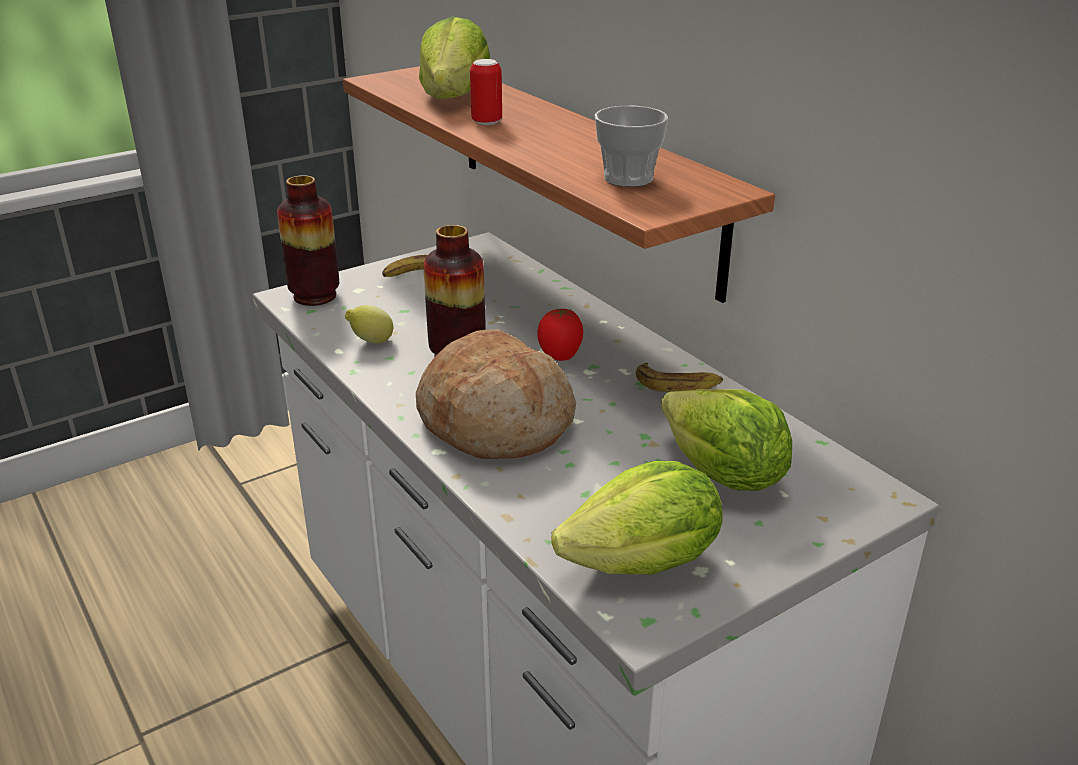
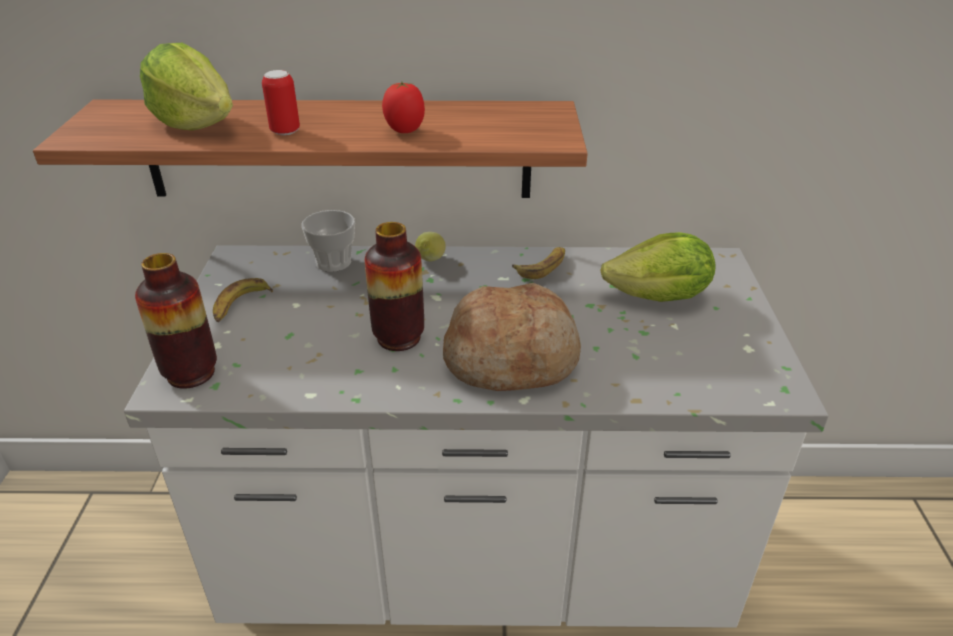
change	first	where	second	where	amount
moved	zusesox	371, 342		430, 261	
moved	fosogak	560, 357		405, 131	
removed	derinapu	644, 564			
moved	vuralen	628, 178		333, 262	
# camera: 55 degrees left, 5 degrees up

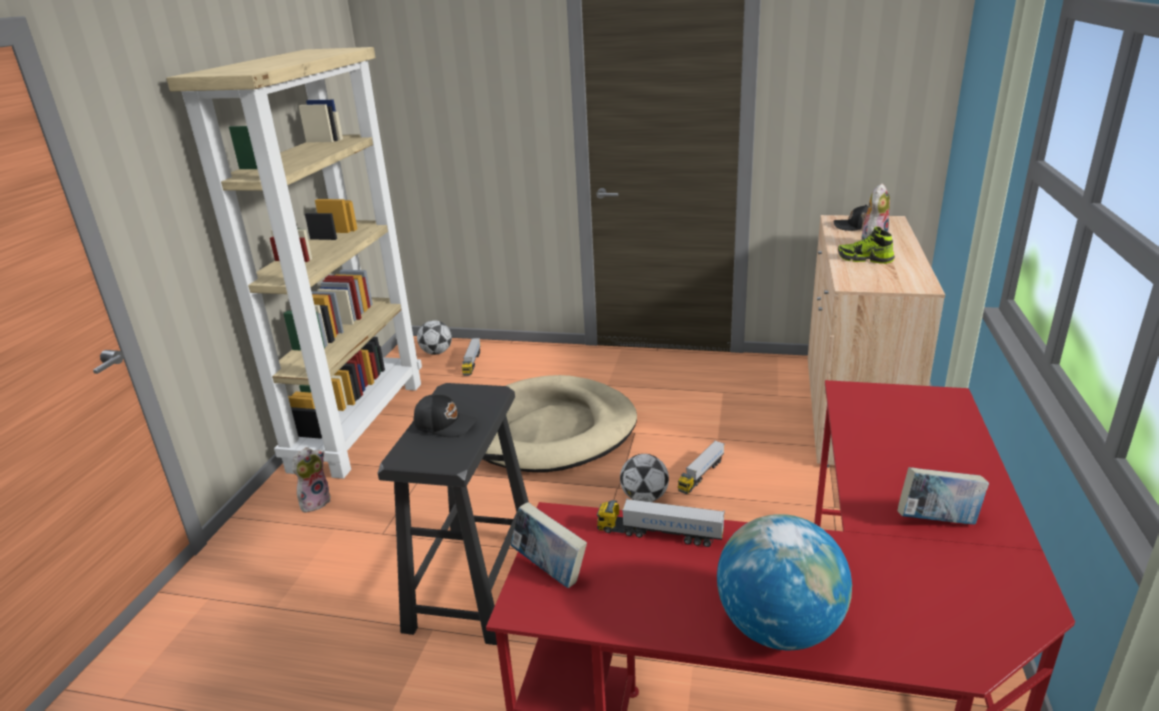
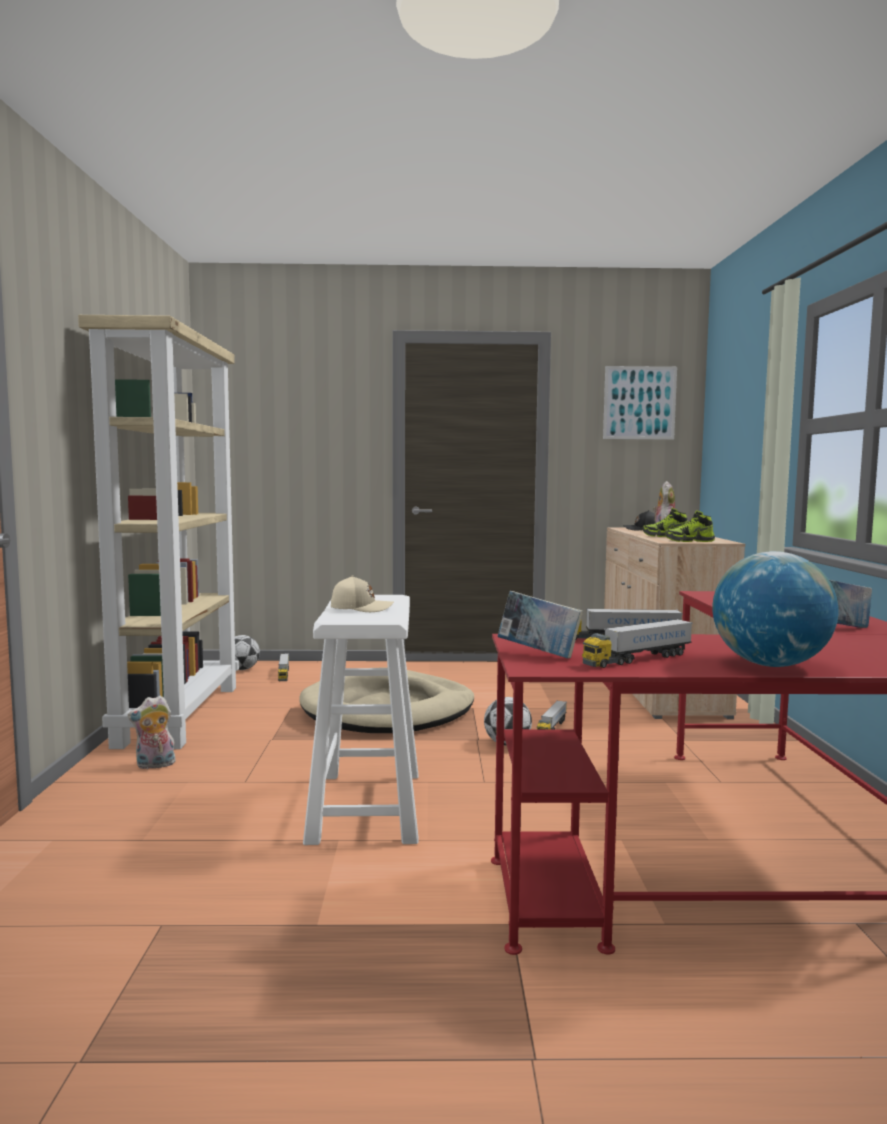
change	first	where	second	where	amount
turned	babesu	315, 501		154, 765	135 degrees counterclockwise
recoloured	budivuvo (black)	474, 583	budivuvo (white)	367, 806	
recoloured	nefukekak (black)	445, 424	nefukekak (beige)	361, 608	
added			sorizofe	637, 659	
added			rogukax	639, 403	
added			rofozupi	689, 541	
# camera: 15 degrees left, 20 degrees down

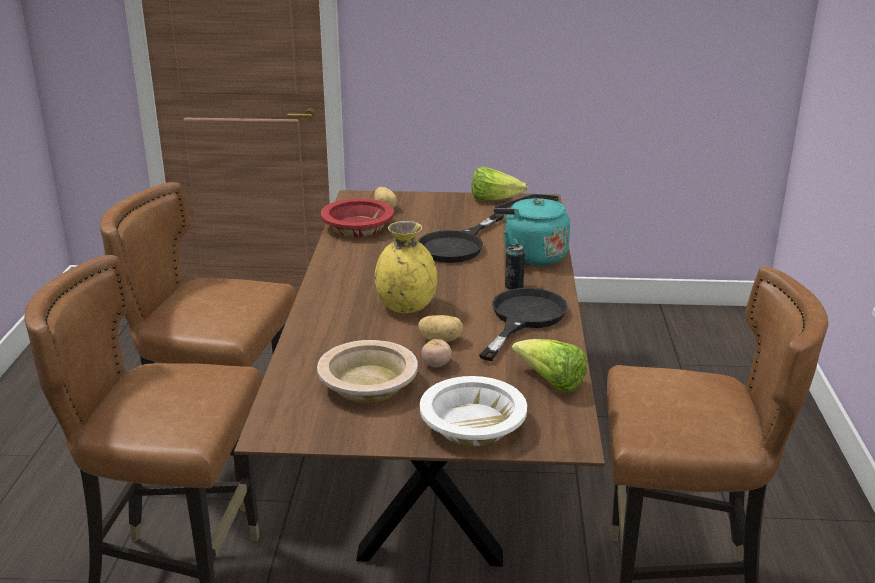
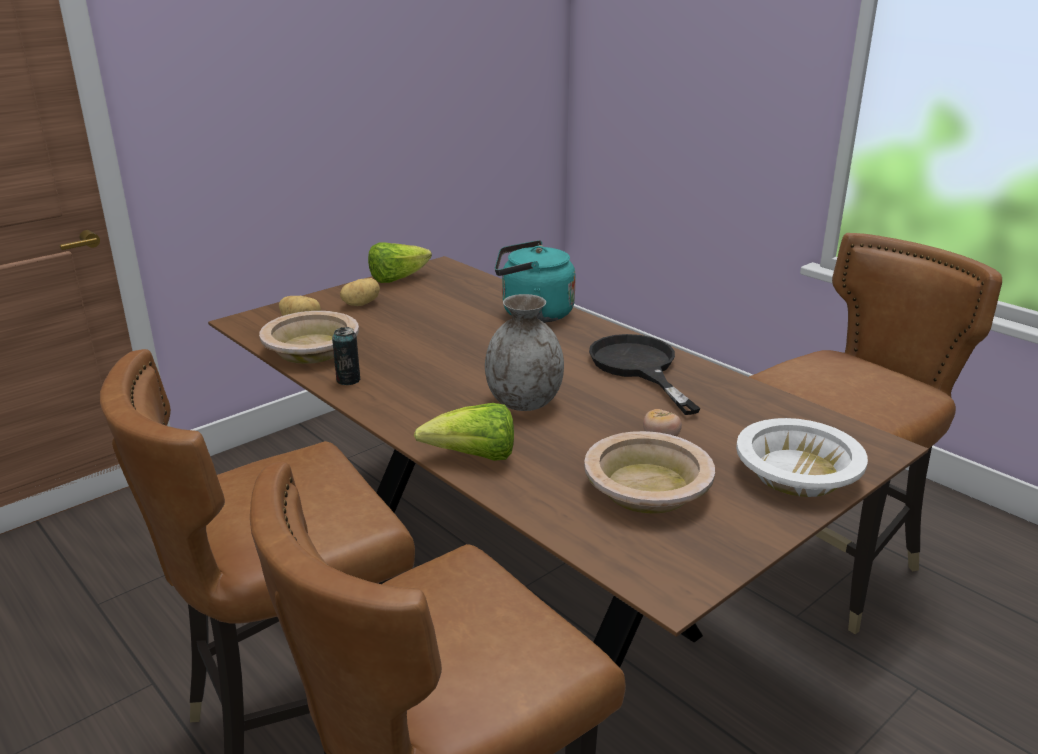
change	first	where	second	where	amount
recoloured	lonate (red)	357, 227	lonate (beige)	311, 350	
recoloured	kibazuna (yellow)	405, 306	kibazuna (grey)	523, 402	
removed	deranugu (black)	457, 245			
moved	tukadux	441, 340		361, 304	
moved	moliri	514, 286		348, 380	
moved	derinapu	551, 382		474, 457	
# camera: 45 degrees left, 0 degrees up

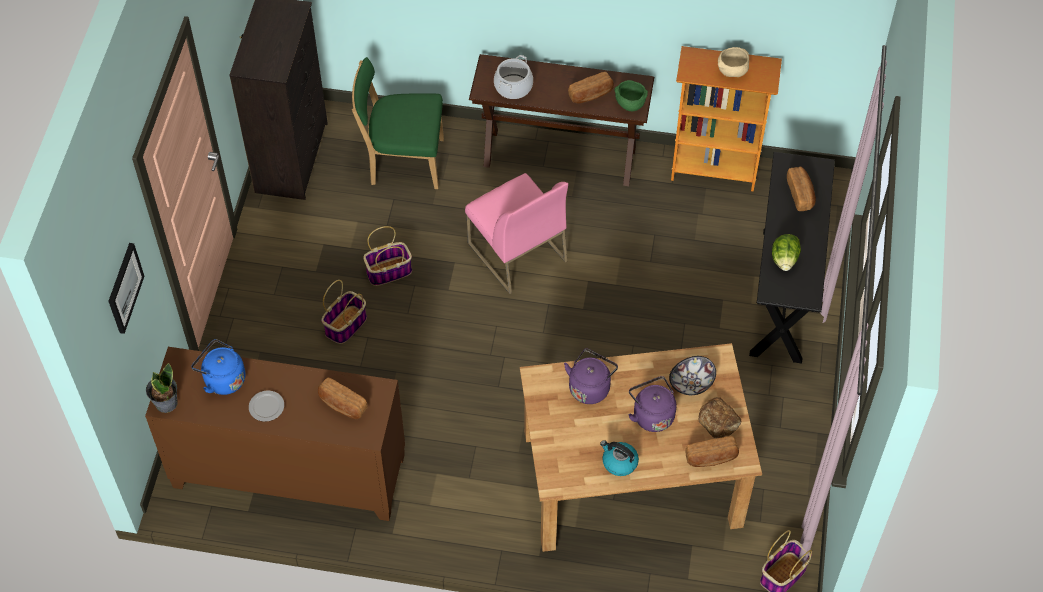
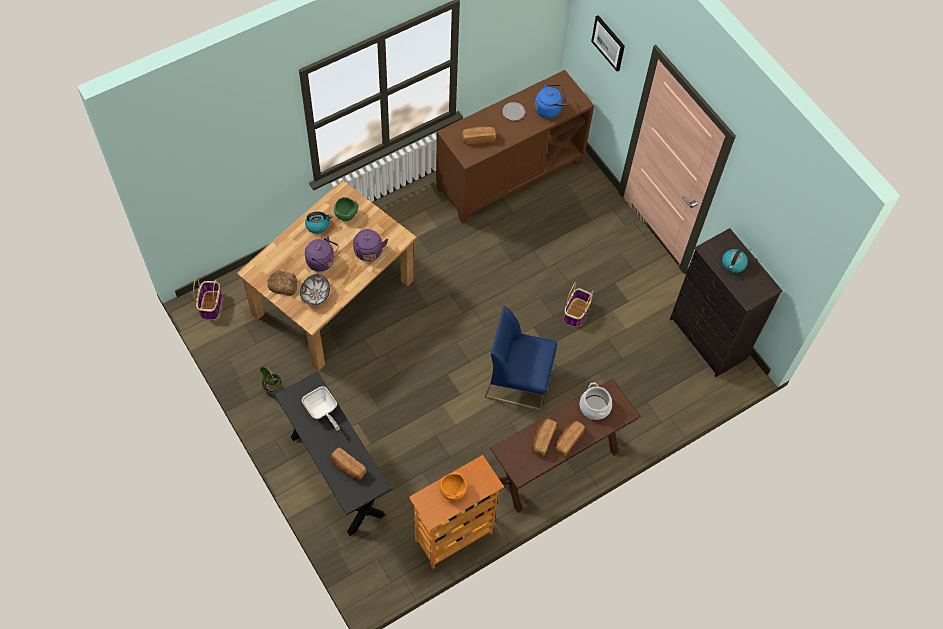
change	first	where	second	where	amount
moved	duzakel	166, 403		273, 390	
removed	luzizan	345, 326			
removed	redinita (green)	403, 162			
recoloured	redinita (pink)	516, 252	redinita (blue)	519, 380	
moved	lonate (green)	629, 104		346, 214	
moved	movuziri	711, 458		567, 440	
recoloured	lonate (beige)	732, 72	lonate (orange)	452, 490	
replaced	derinapu	784, 260	deranugu	322, 411	
added			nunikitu	733, 264	
# camera: 135 degrees right, 5 degrees up

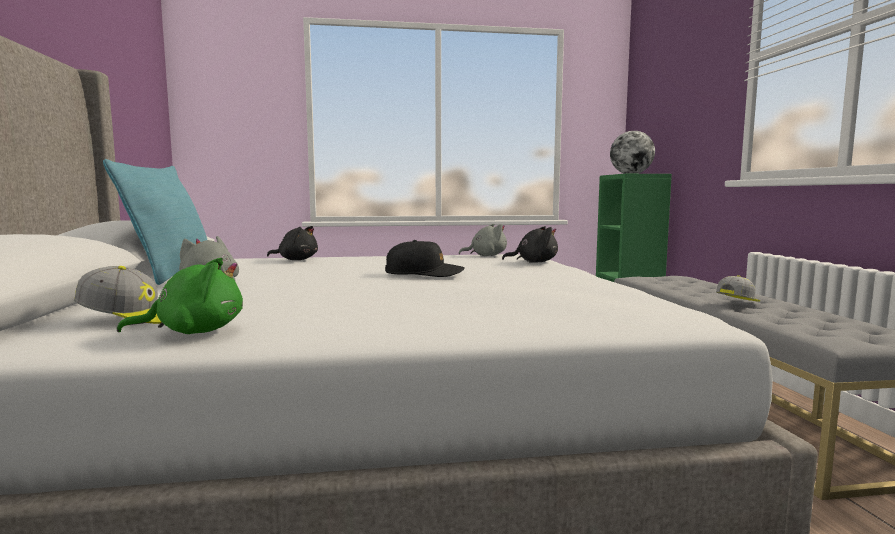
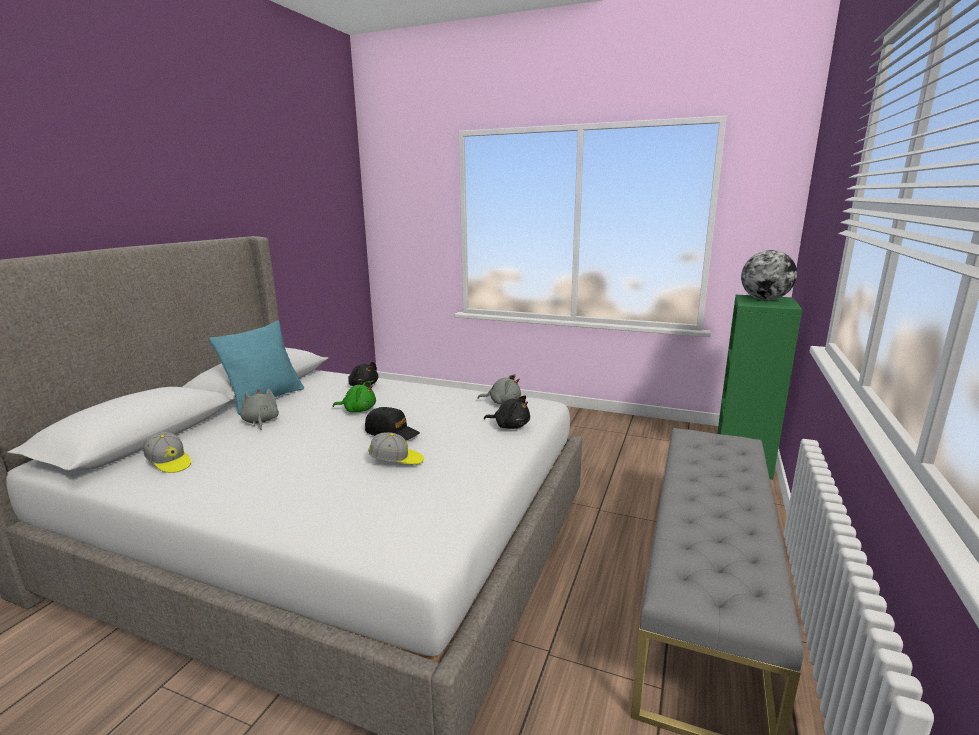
change	first	where	second	where	amount
moved	babesu (green)	194, 332		358, 410	
moved	nefukekak	738, 303		396, 461	
# camera: 30 degrees right, 10 degrees up

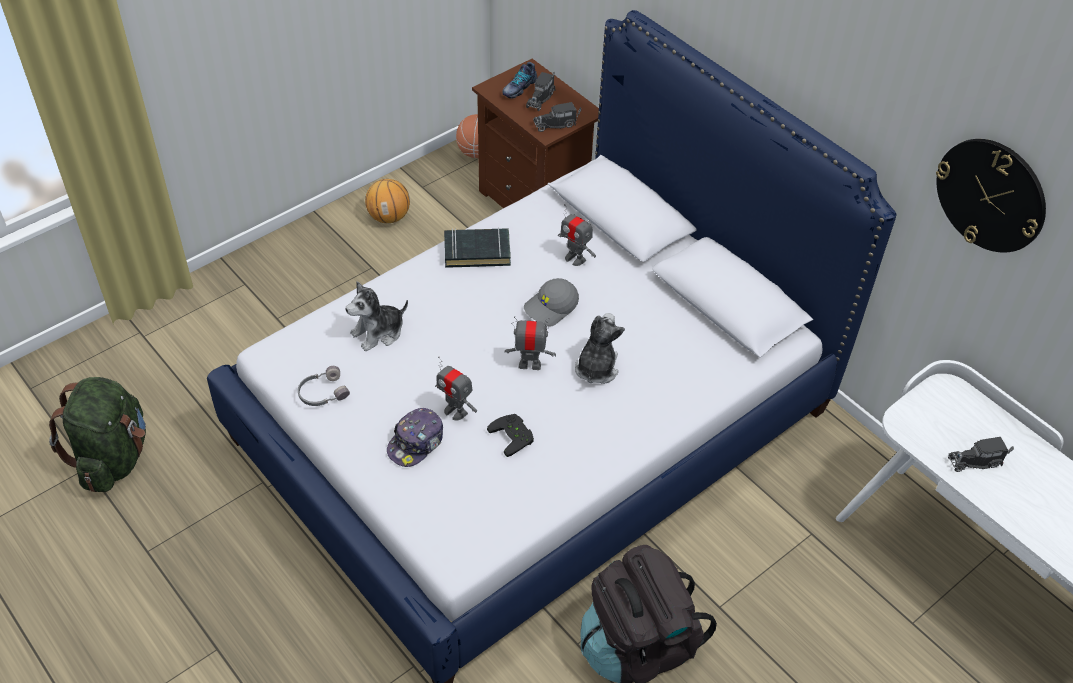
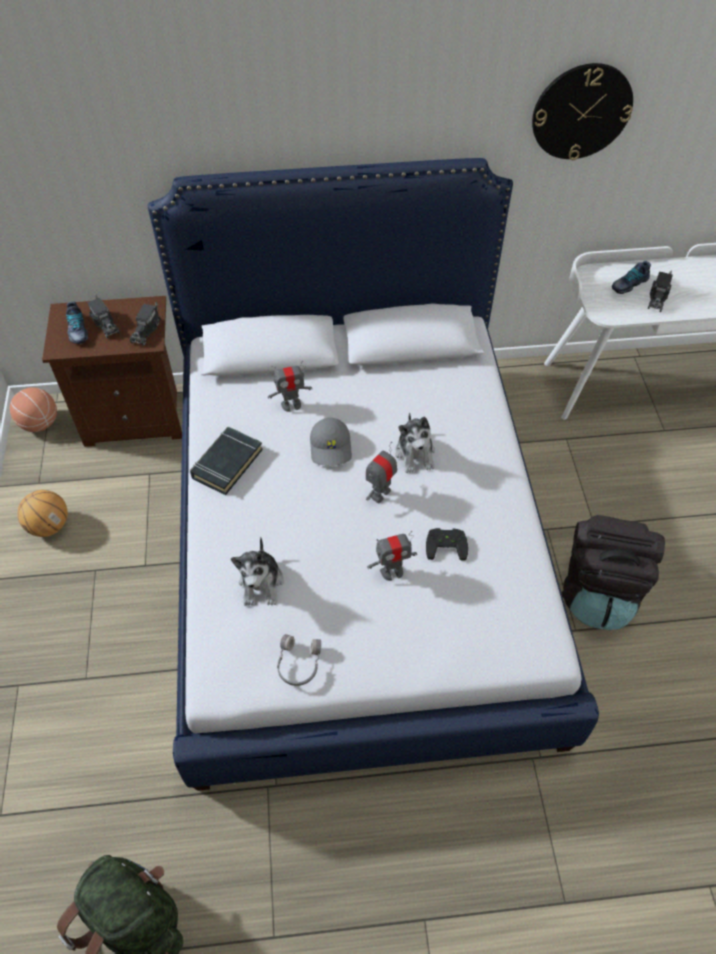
change	first	where	second	where	amount
removed	nefukekak	416, 443			
turned	babesu	596, 368		415, 453	150 degrees counterclockwise
added			rofozupi	629, 284	
# camera: 55 degrees left, 5 degrees up

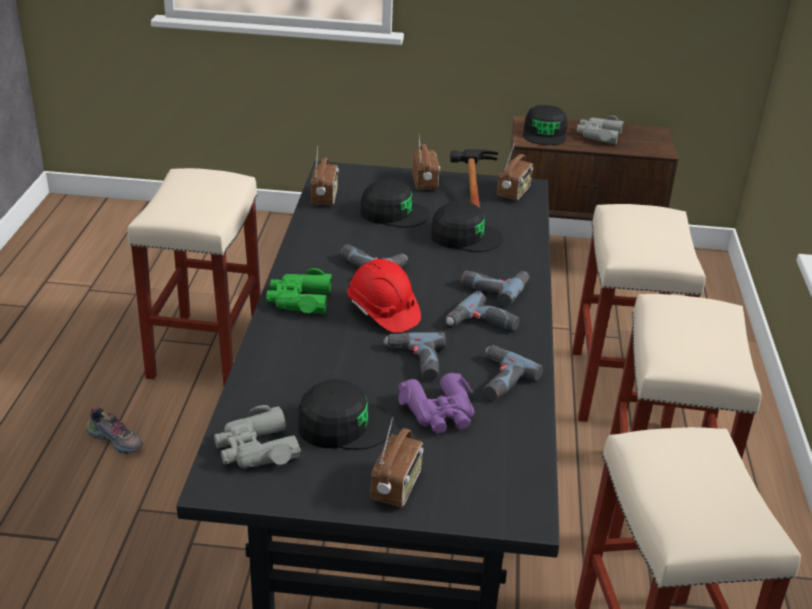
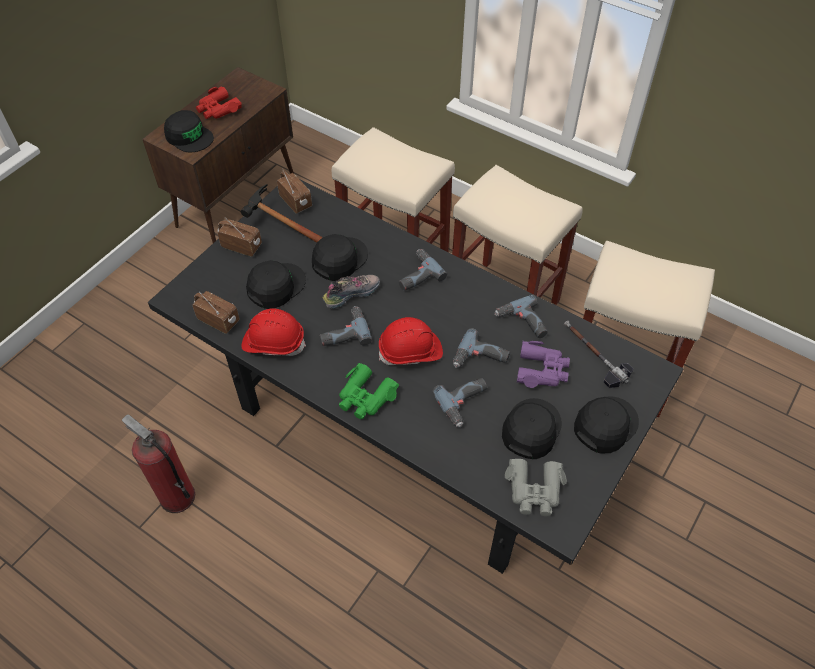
change	first	where	second	where	amount
moved	rofozupi	117, 440		351, 294	
replaced	budivuvo (beige)	205, 348	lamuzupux	176, 497	
replaced	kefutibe	397, 487	nefukekak (black)	605, 425	
moved	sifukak	482, 324		465, 404	
recoloured	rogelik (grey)	598, 135	rogelik (red)	218, 109	
added			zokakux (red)	273, 342	
added			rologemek	593, 355	
# camera: 60 degrees left, 20 degrees up

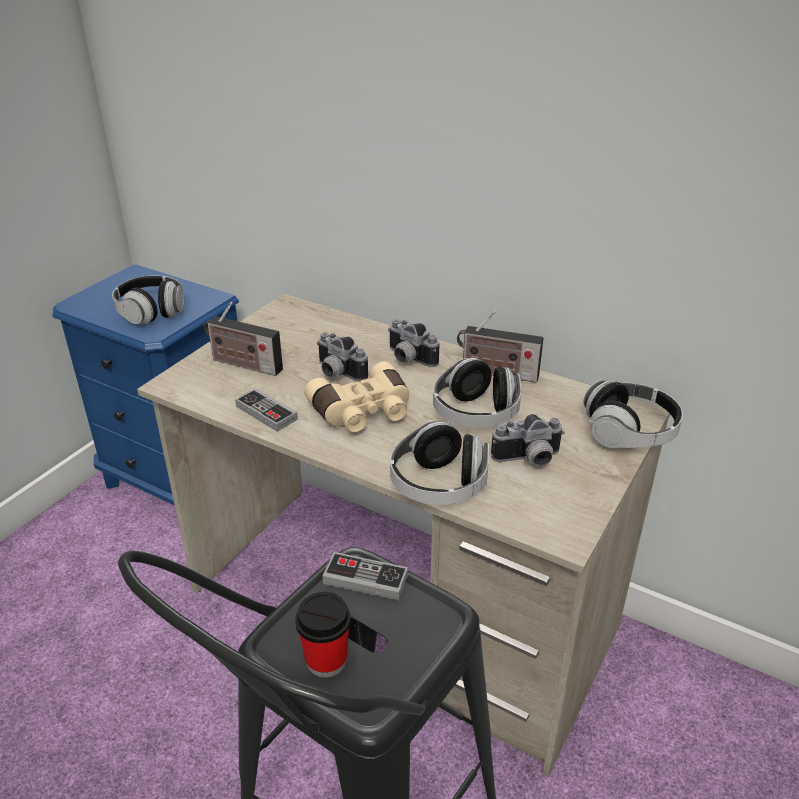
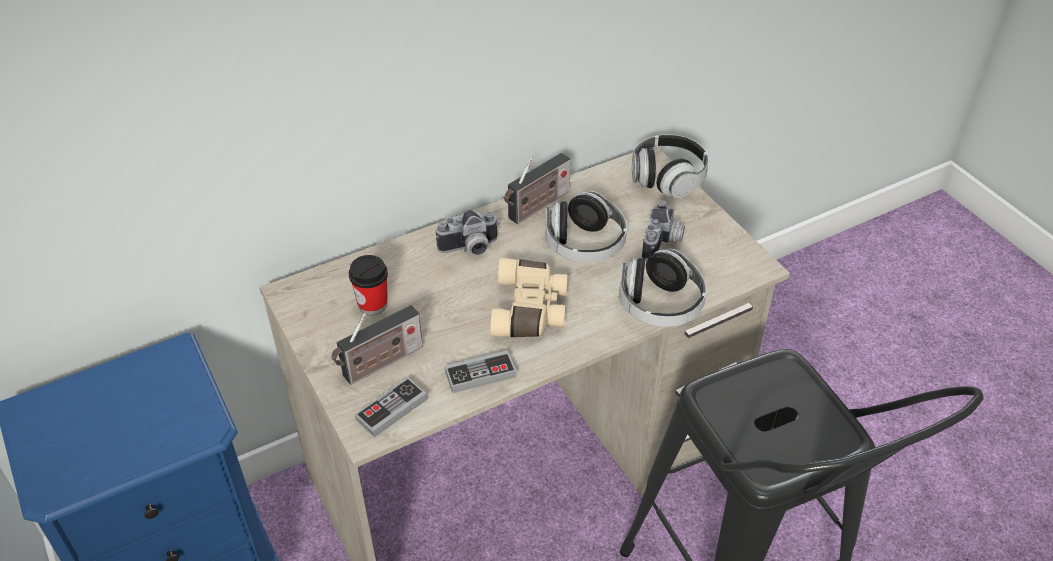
change	first	where	second	where	amount
removed	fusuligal	151, 312			
moved	vuralen	326, 660		372, 304	
removed	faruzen	336, 373			
moved	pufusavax	365, 579		391, 409	
# camera: 60 degrees left, 10 degrees up

